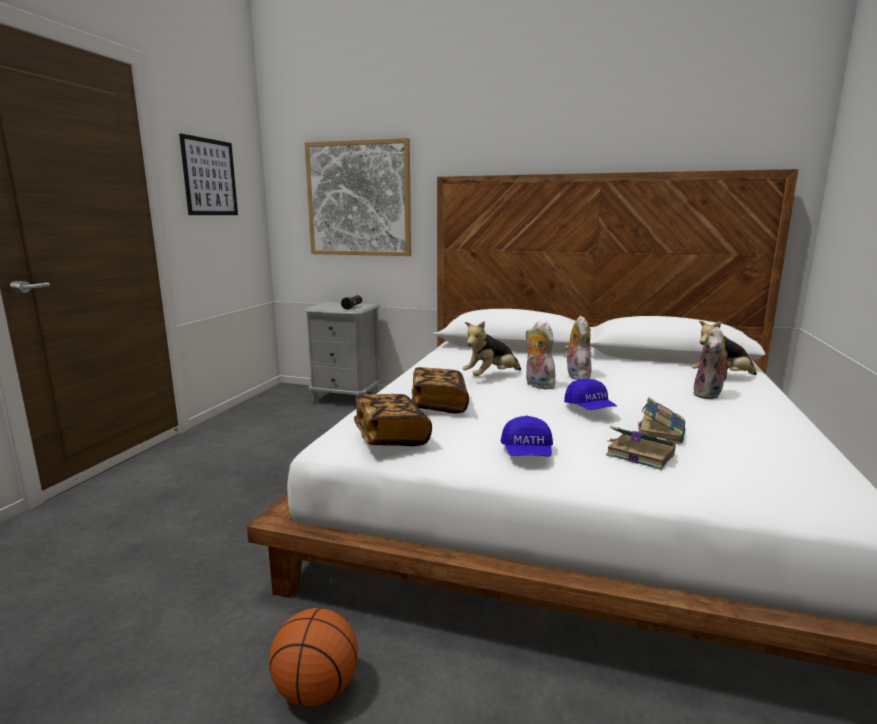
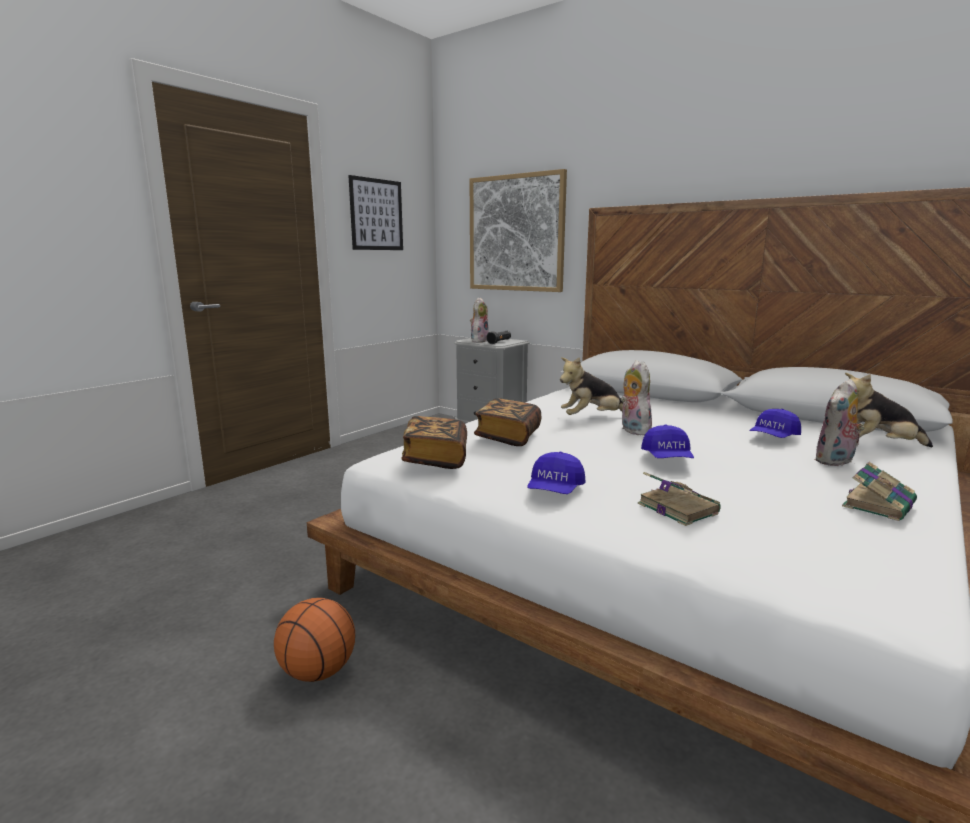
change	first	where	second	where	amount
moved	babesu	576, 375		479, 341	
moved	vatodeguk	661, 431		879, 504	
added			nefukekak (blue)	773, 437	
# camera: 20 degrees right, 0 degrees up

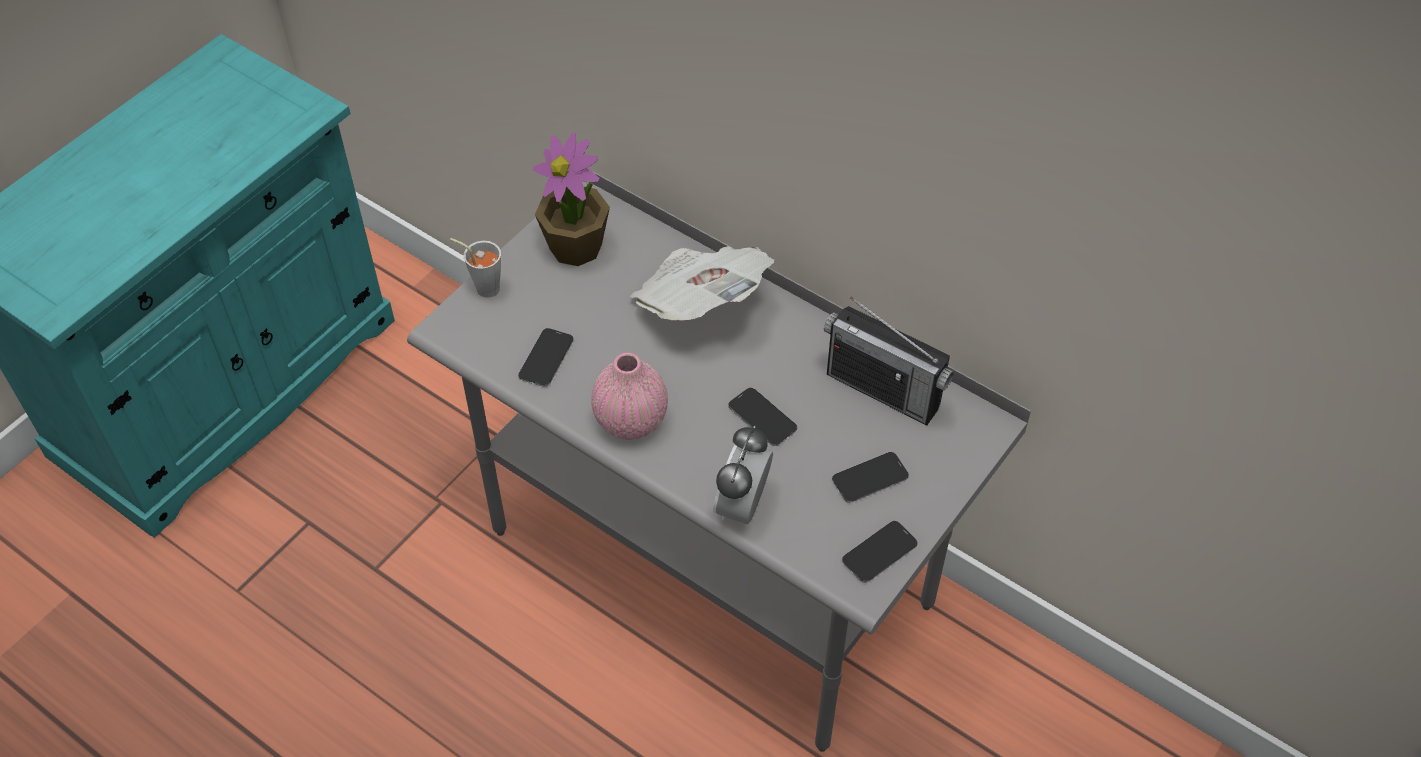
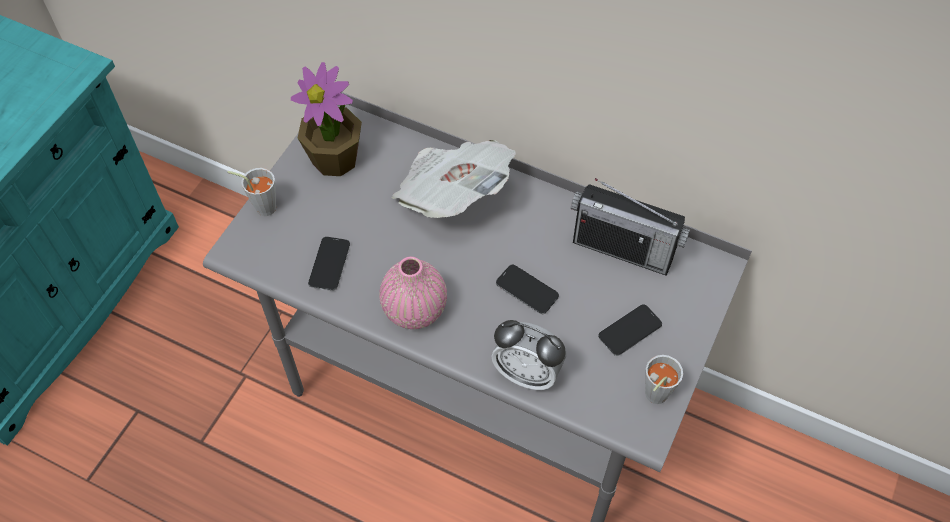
change	first	where	second	where	amount
turned	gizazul	742, 505		527, 373	75 degrees counterclockwise
replaced	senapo	879, 552	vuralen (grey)	653, 397	
# camera: 10 degrees left, 5 degrees up

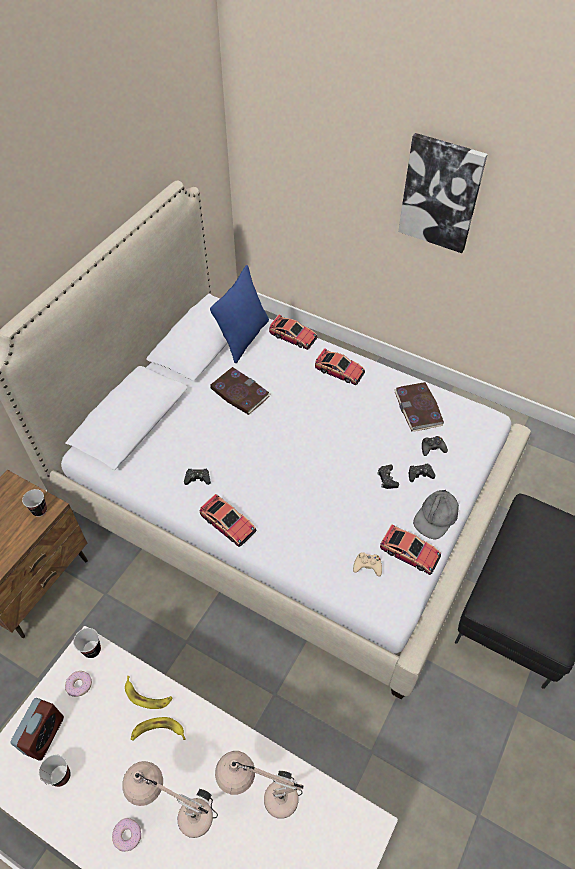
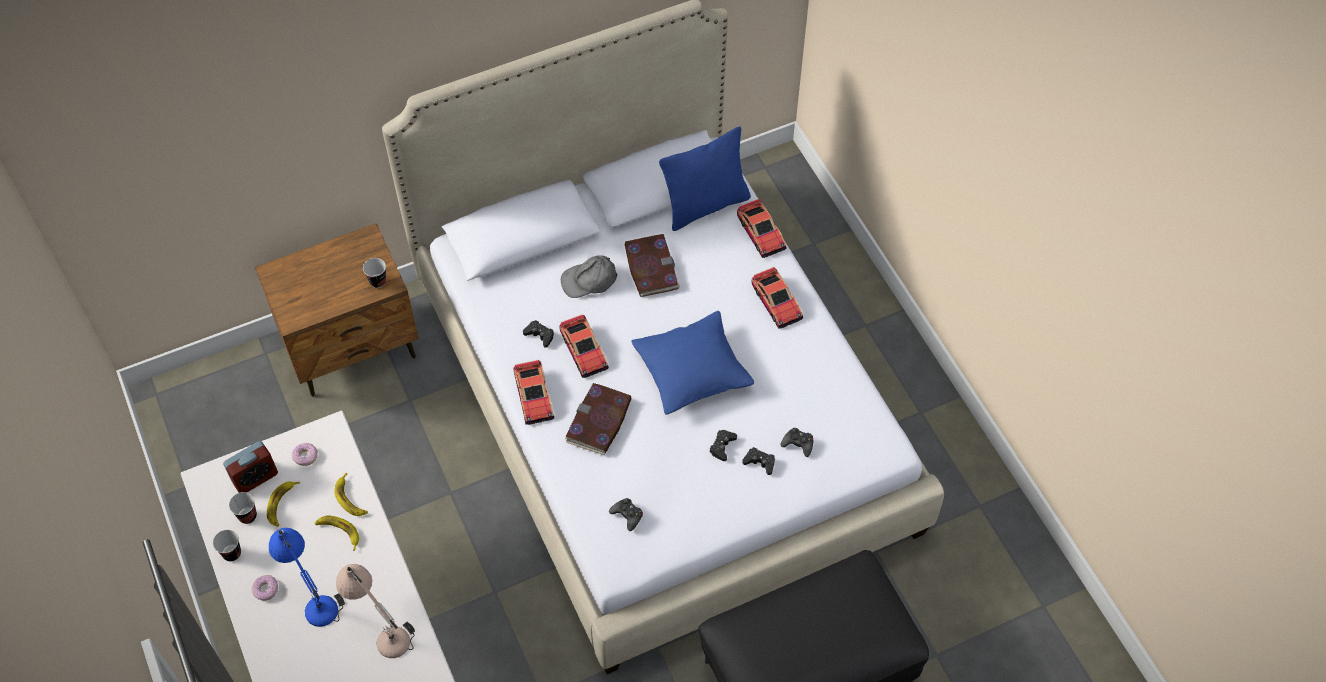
change	first	where	second	where	amount
moved	vuralen	92, 649		232, 553	
recoloured	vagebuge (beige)	178, 808	vagebuge (blue)	313, 596	
recoloured	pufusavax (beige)	367, 566	pufusavax (black)	627, 515	
moved	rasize	410, 552		584, 351	
moved	vatodeguk	418, 408		599, 421	
removed	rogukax	441, 193			
moved	nefukekak (grey)	436, 516		589, 280	
added			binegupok	282, 504	
added			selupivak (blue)	692, 371	
# camera: 35 degrees right, 5 degrees up

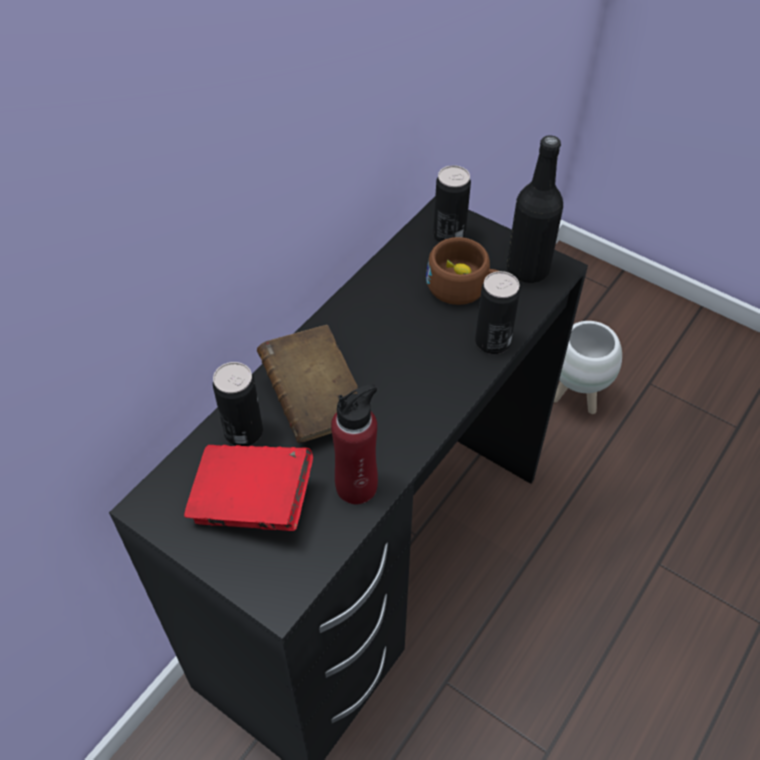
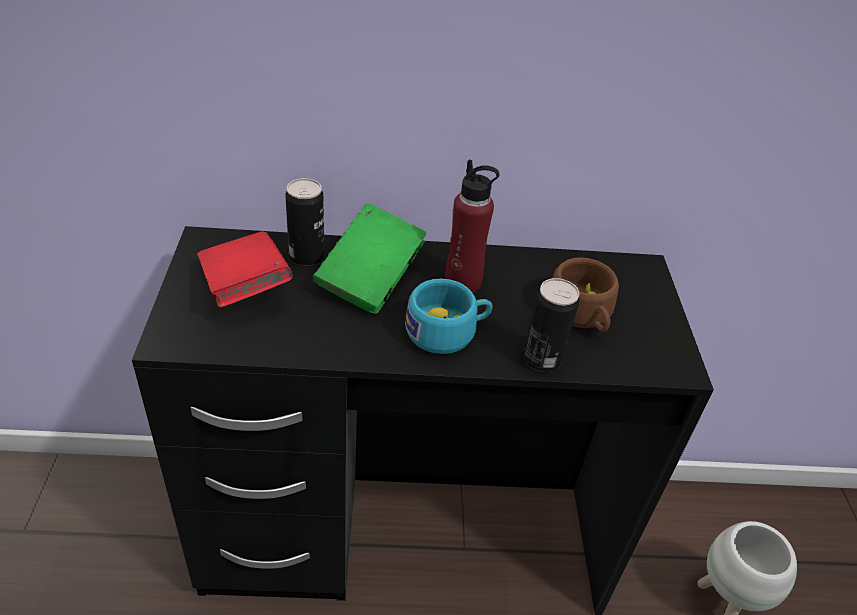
change	first	where	second	where	amount
recoloured	vatodeguk (brown)	314, 400	vatodeguk (green)	370, 279	
moved	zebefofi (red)	356, 486		463, 282	
removed	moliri	449, 235			
removed	zebefofi (black)	527, 269			
added			vuralen (turquoise)	448, 331	
# camera: 50 degrees right, 10 degrees down

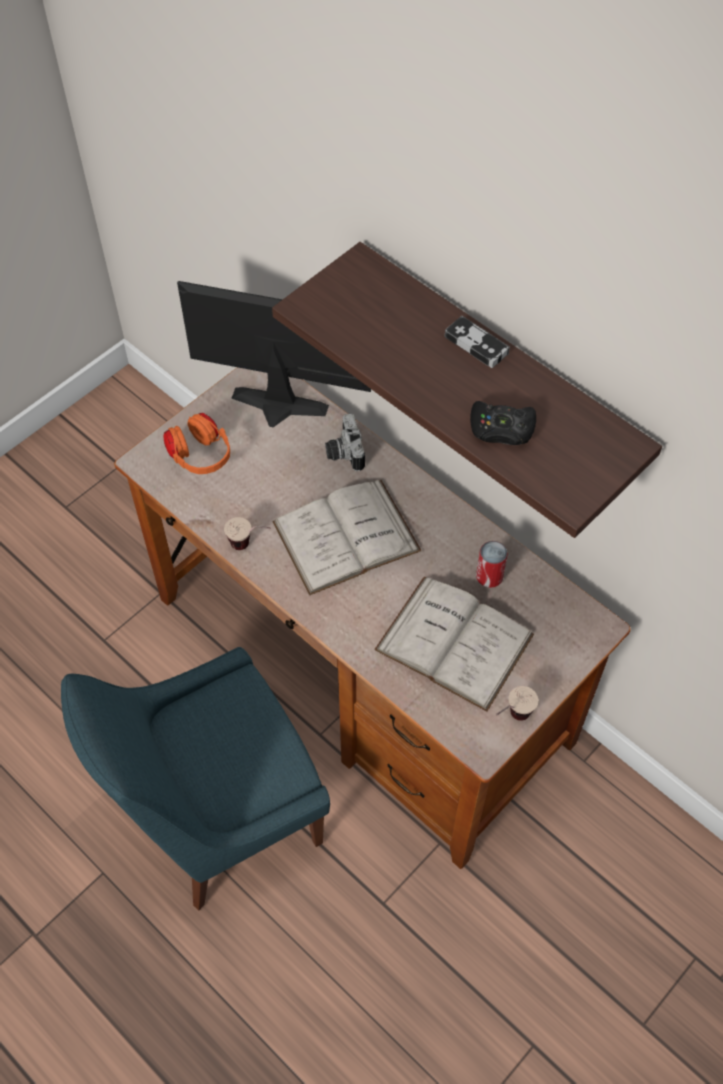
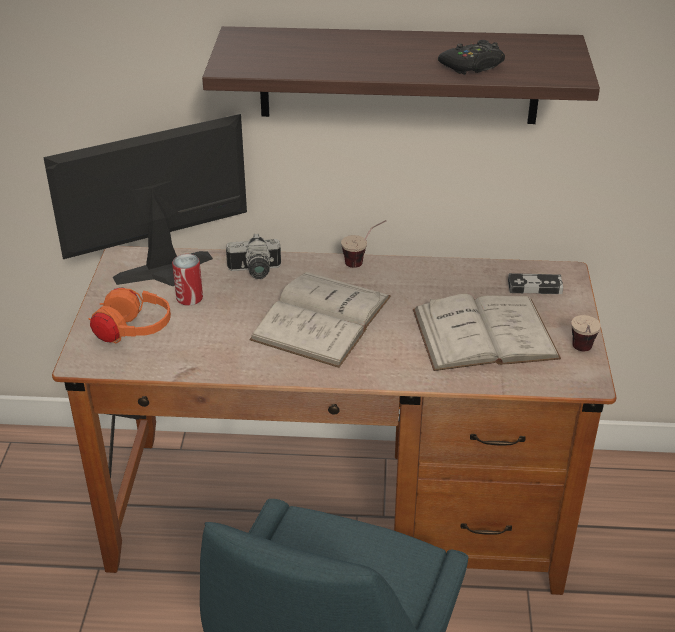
change	first	where	second	where	amount
moved	vuralen	250, 546		363, 261	
turned	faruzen	343, 452		255, 272	45 degrees counterclockwise
moved	pufusavax	476, 345		535, 287	
moved	moliri	489, 576		189, 298	
# camera: 40 degrees left, 20 degrees down

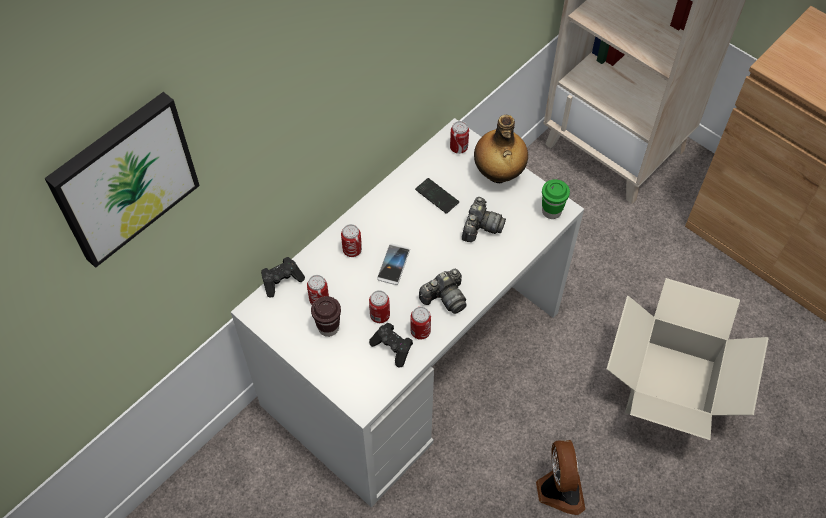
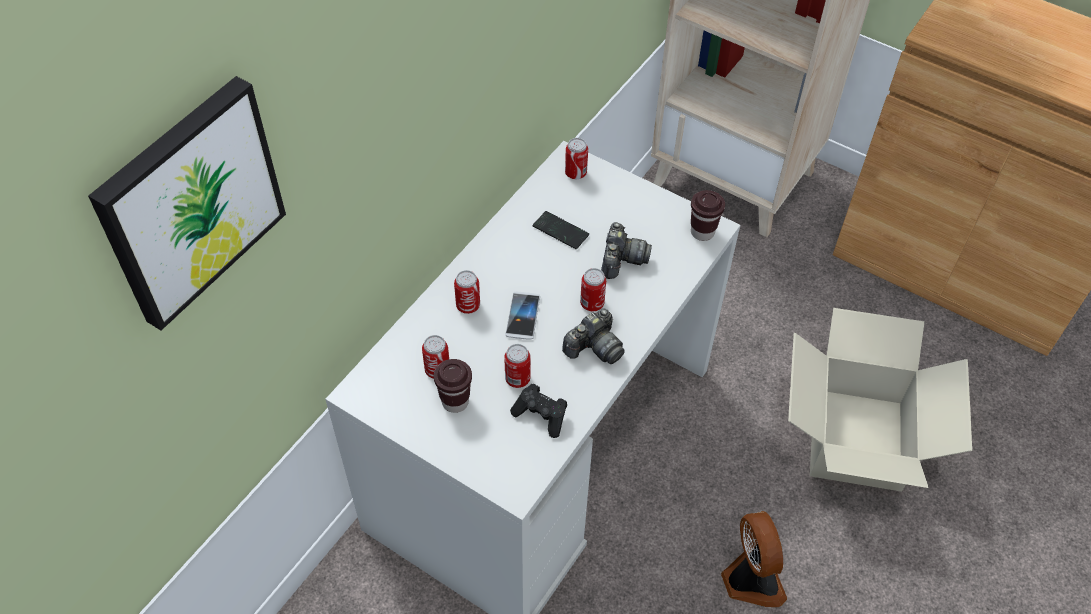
change	first	where	second	where	amount
removed	pufusavax (black)	282, 280			
moved	moliri	420, 331		592, 303	
removed	zebefofi	498, 174			
recoloured	vuralen (green)	551, 211	vuralen (brown)	702, 232	
# camera: 10 degrees left, 5 degrees down

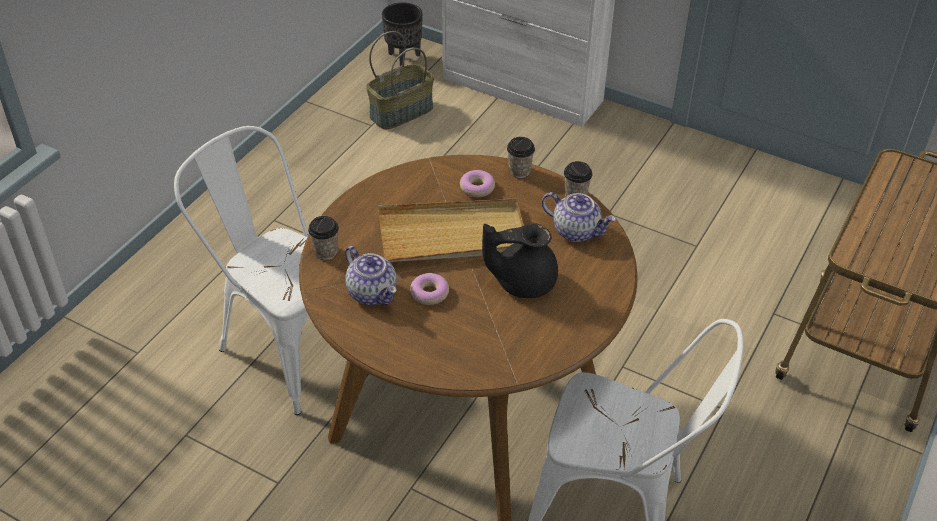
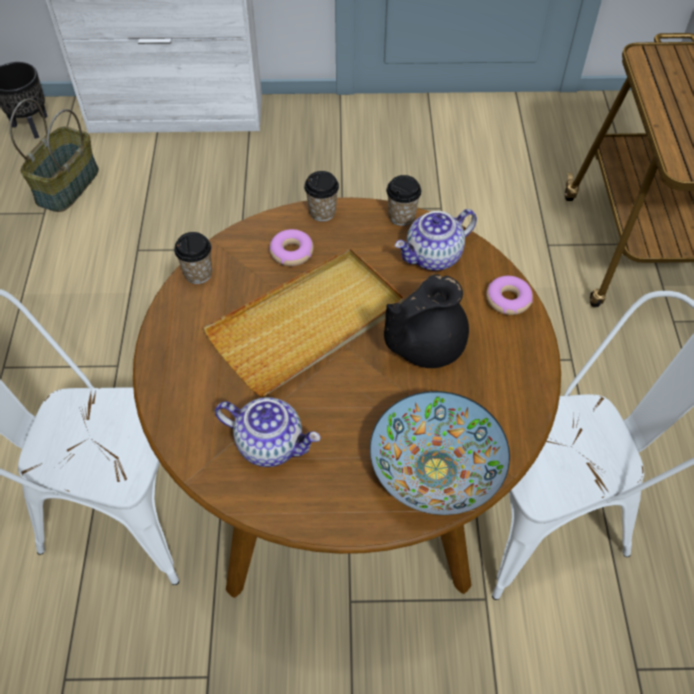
change	first	where	second	where	amount
moved	vuralen	325, 252		198, 273	
moved	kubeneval	429, 293		508, 300	
turned	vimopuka	576, 231		433, 257	150 degrees clockwise
added			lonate	435, 469	
# camera: 30 degrees left, 10 degrees up

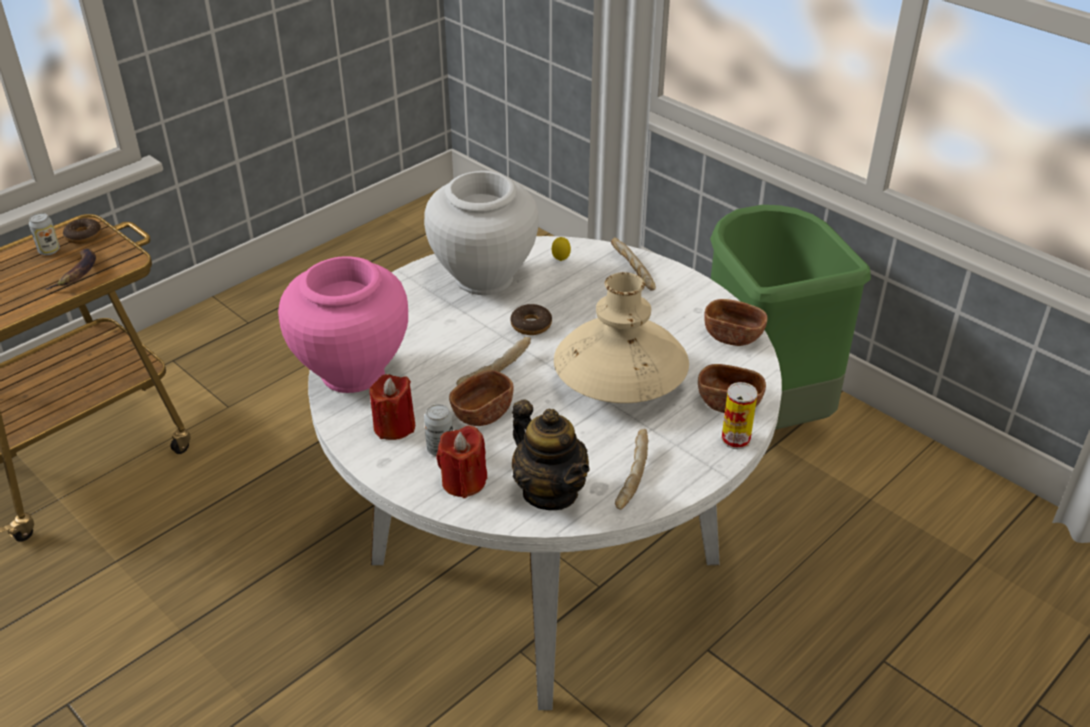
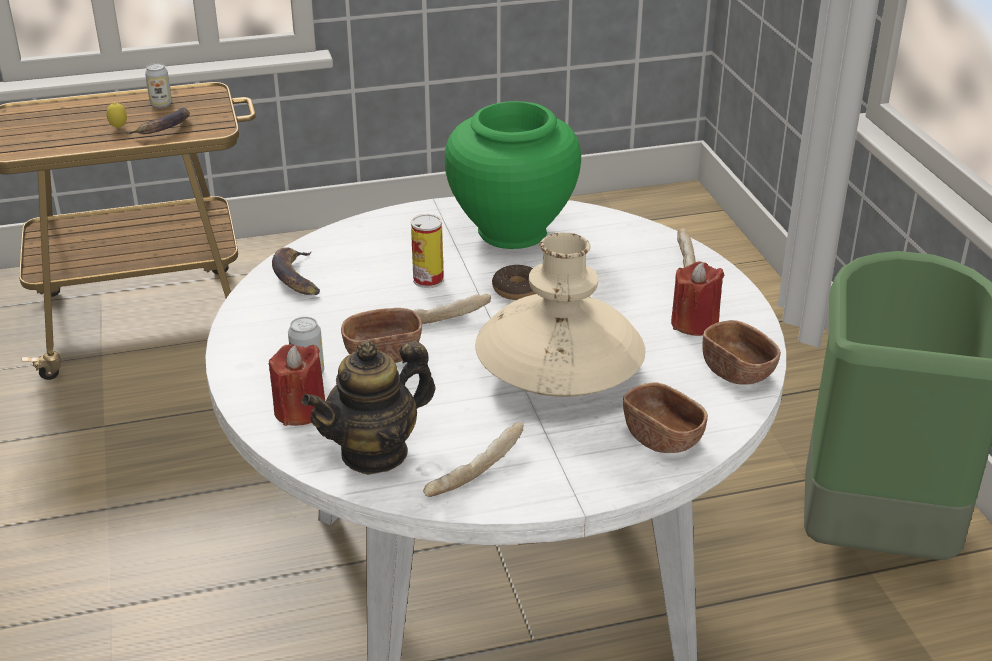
change	first	where	second	where	amount
removed	kubeneval	83, 236			
replaced	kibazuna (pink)	352, 373	binegupok	296, 277	
moved	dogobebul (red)	394, 426		694, 323	
recoloured	kibazuna (white)	483, 279	kibazuna (green)	511, 232	
turned	vimopuka	550, 492		375, 452	60 degrees clockwise
moved	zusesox	561, 260		118, 128	
moved	moliri	735, 439		428, 279	
# camera: 30 degrees right, 5 degrees down

